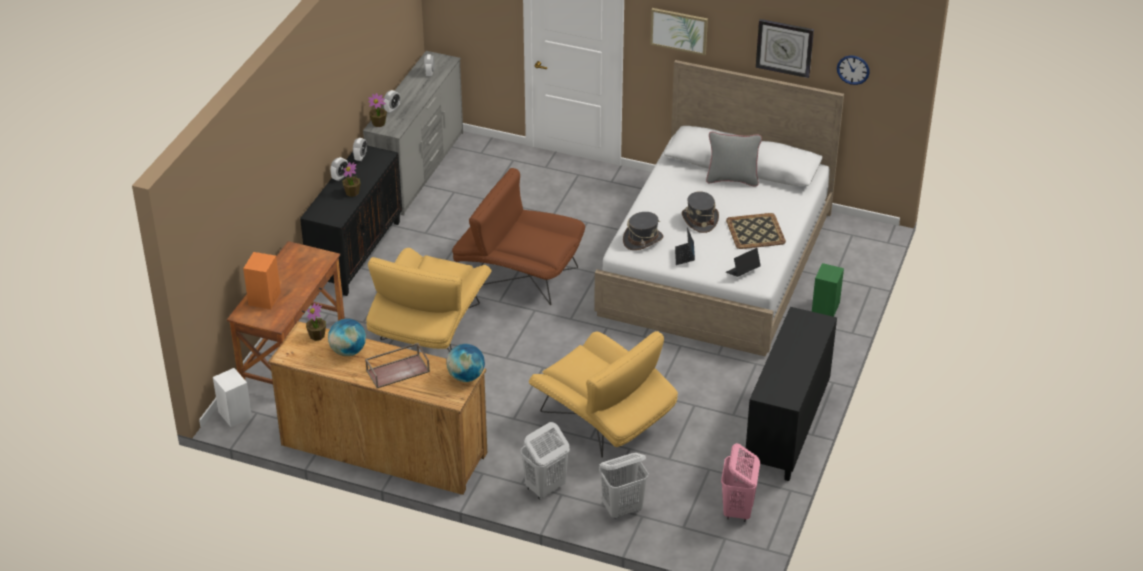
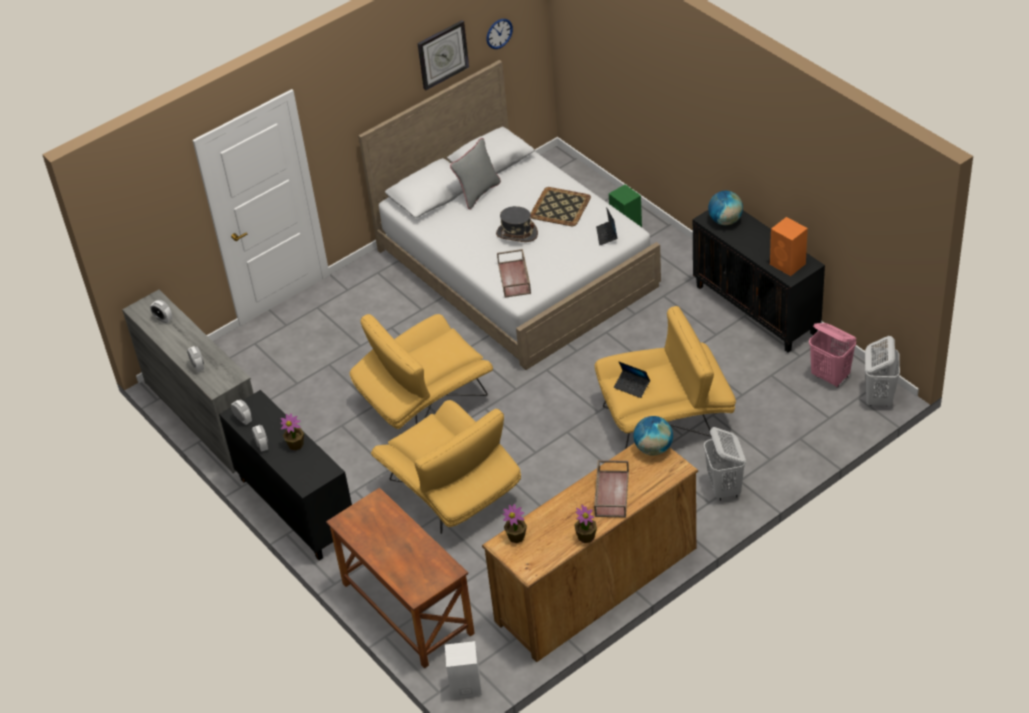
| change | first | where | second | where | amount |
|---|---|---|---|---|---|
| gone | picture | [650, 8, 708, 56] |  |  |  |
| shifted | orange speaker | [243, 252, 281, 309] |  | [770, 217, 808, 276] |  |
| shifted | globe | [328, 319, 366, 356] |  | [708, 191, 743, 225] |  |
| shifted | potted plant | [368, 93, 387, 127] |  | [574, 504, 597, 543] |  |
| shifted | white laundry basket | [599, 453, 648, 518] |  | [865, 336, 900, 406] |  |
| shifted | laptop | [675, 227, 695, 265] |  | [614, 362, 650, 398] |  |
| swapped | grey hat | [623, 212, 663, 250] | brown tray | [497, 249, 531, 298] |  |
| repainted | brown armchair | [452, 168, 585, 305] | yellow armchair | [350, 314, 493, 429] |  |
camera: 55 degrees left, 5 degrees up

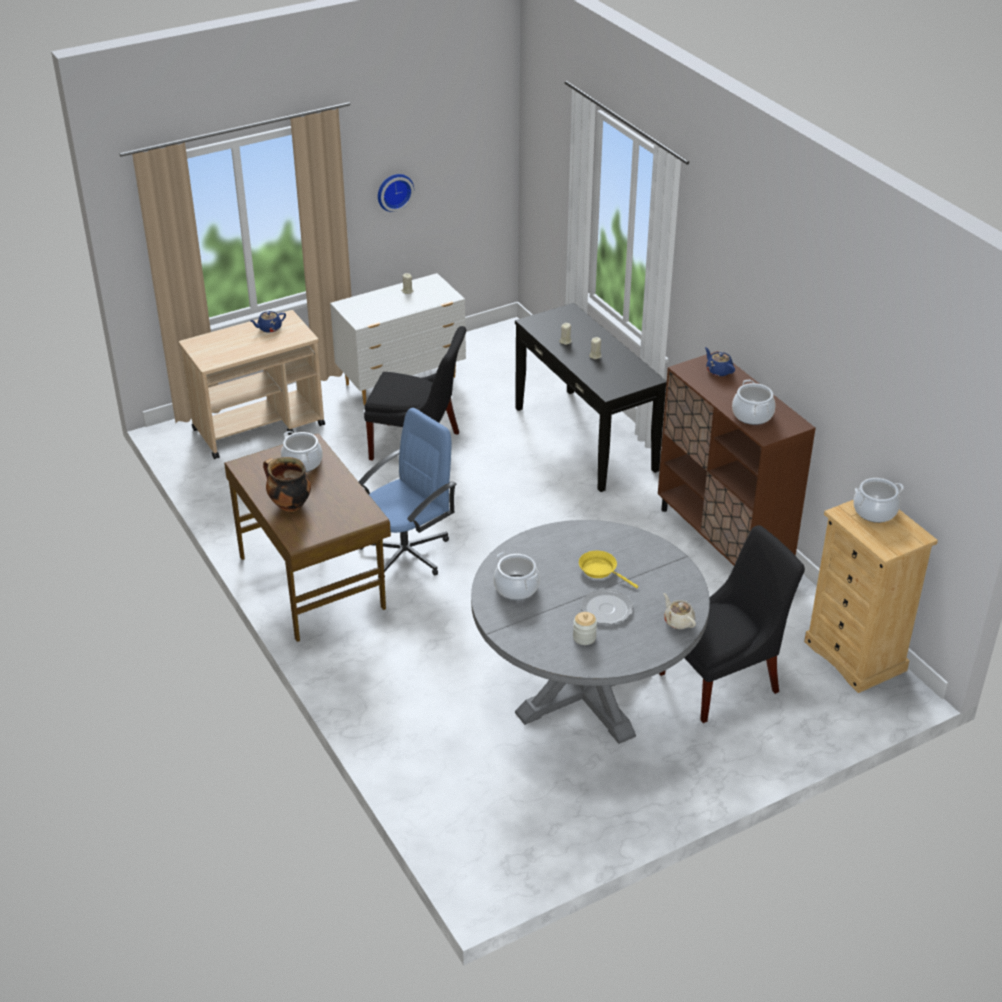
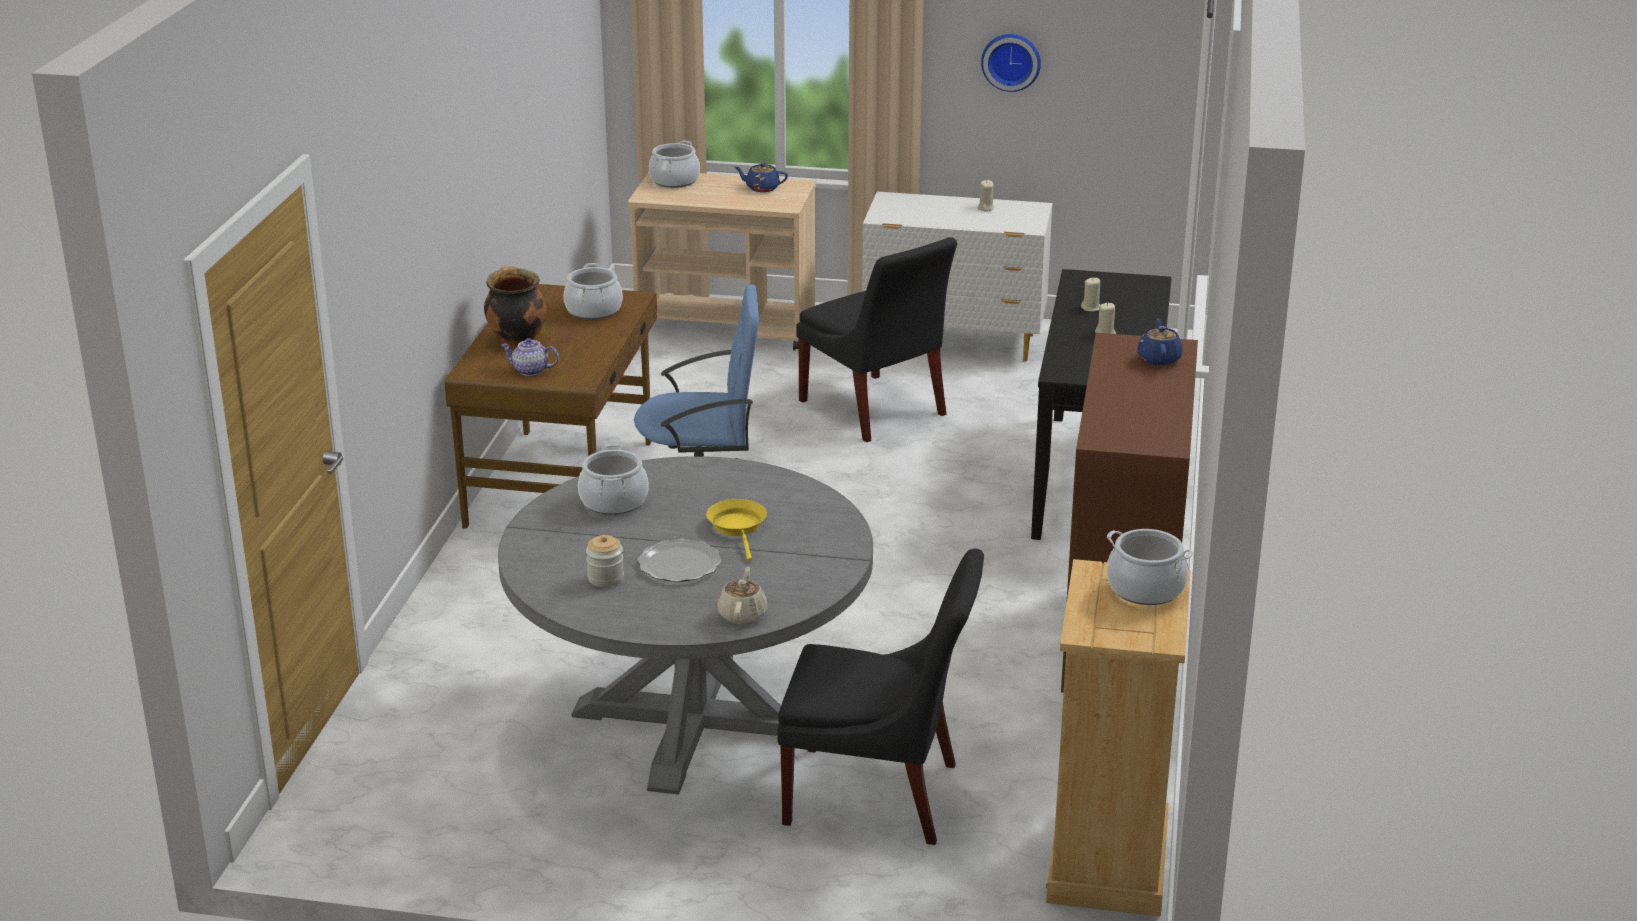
| change | first | where | second | where | amount |
|---|---|---|---|---|---|
| new |  |  | teapot | [501, 338, 559, 376] |  |
| shifted | cooking pot | [732, 380, 776, 425] |  | [649, 141, 700, 188] |  |
camera: 40 degrees right, 10 degrees down

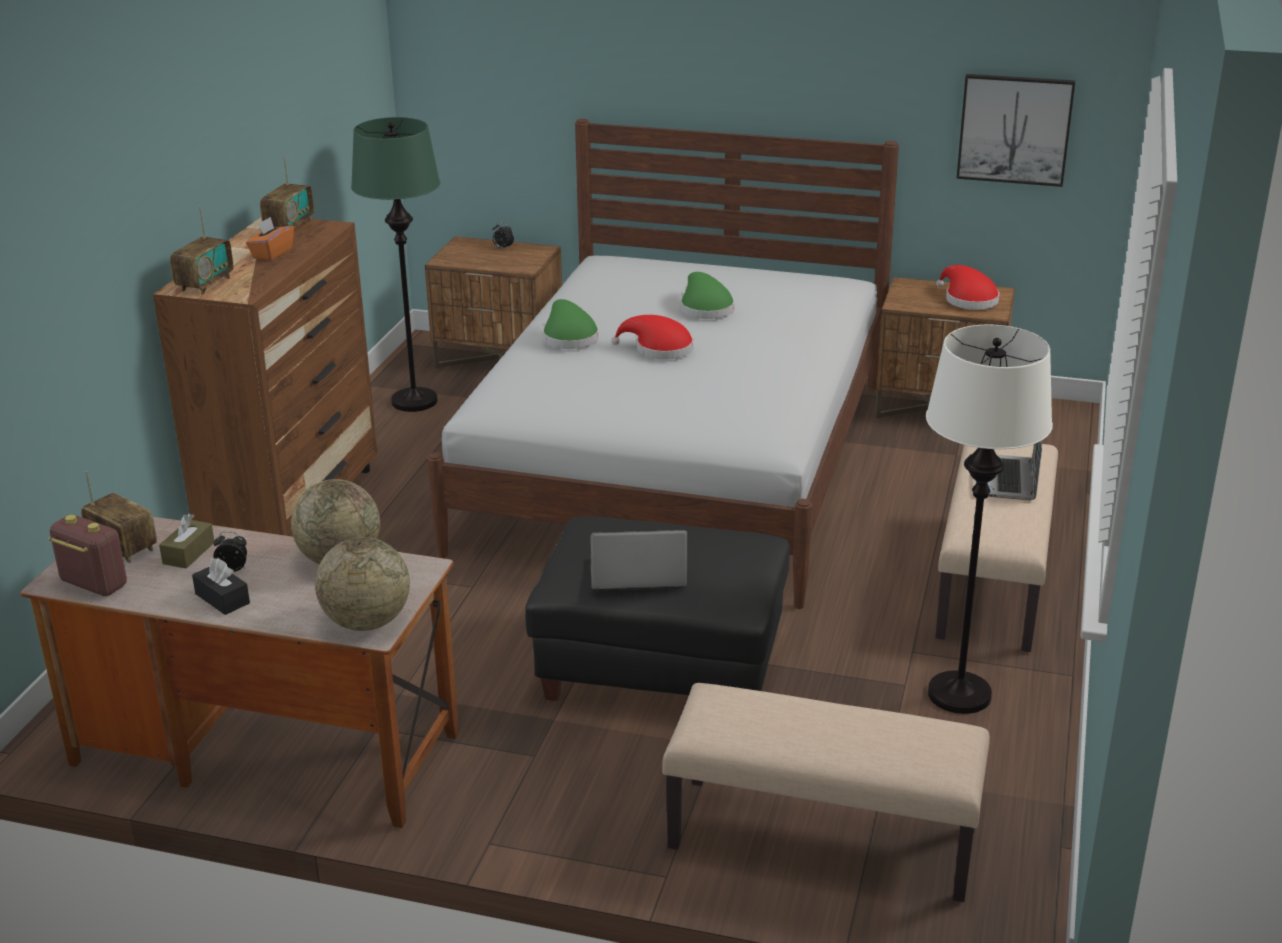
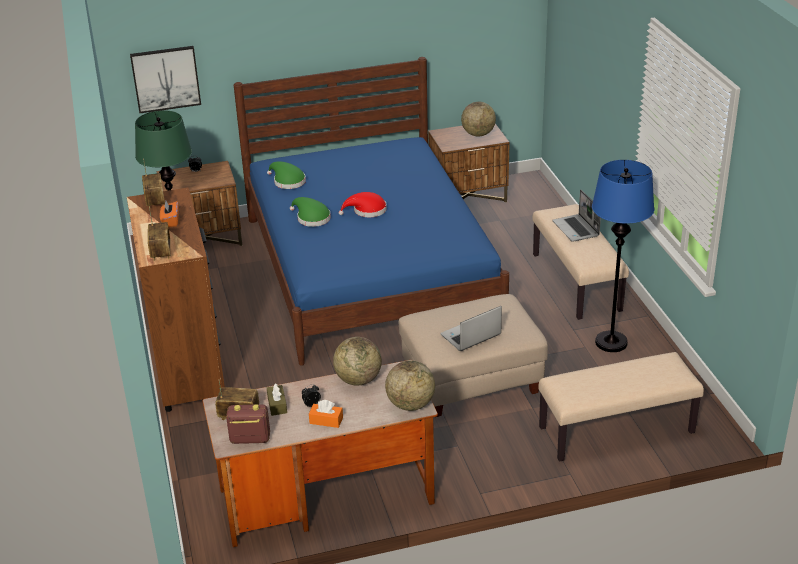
| change | first | where | second | where | amount |
|---|---|---|---|---|---|
| shifted | green hat | [681, 272, 734, 319] |  | [267, 161, 306, 189] |  |
| shifted | picture | [956, 74, 1076, 187] |  | [130, 46, 201, 113] |  |
| swapped | red hat | [936, 265, 1000, 310] | globe | [461, 102, 496, 136] |  |
| repainted | black tissue box | [192, 558, 250, 615] | orange tissue box | [309, 400, 343, 428] |  |
| repainted | white bed | [427, 119, 899, 609] | blue bed | [234, 57, 509, 366] |  |
| repainted | black ottoman | [525, 516, 790, 701] | beige ottoman | [399, 294, 548, 417] |  |
| repainted | white floor lamp | [926, 324, 1053, 714] | blue floor lamp | [592, 160, 654, 352] |  |
camera: 30 degrees left, 5 degrees up

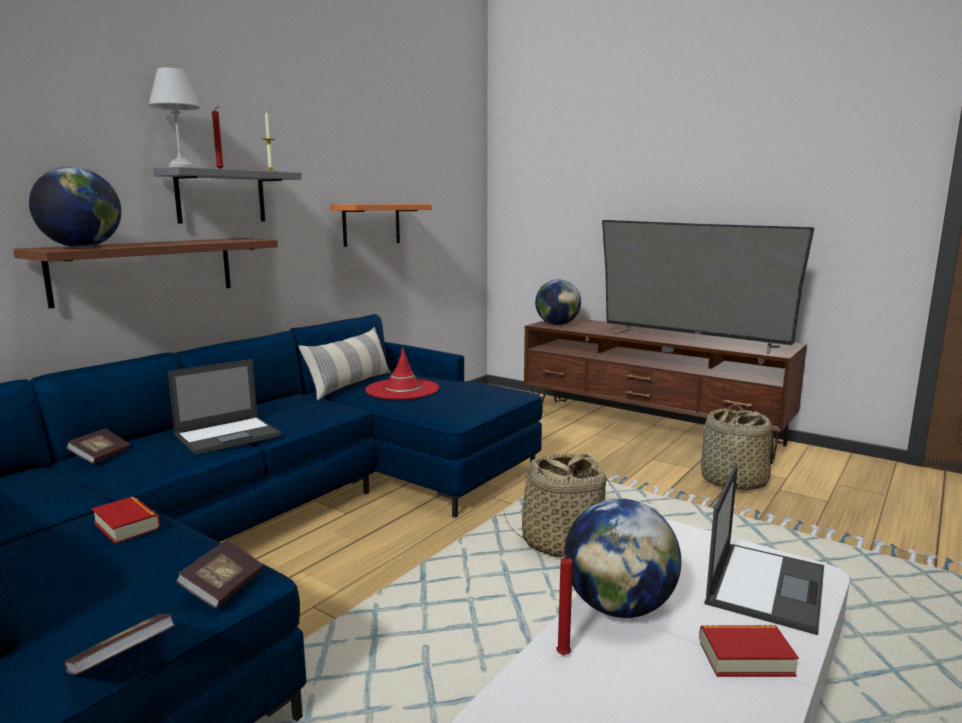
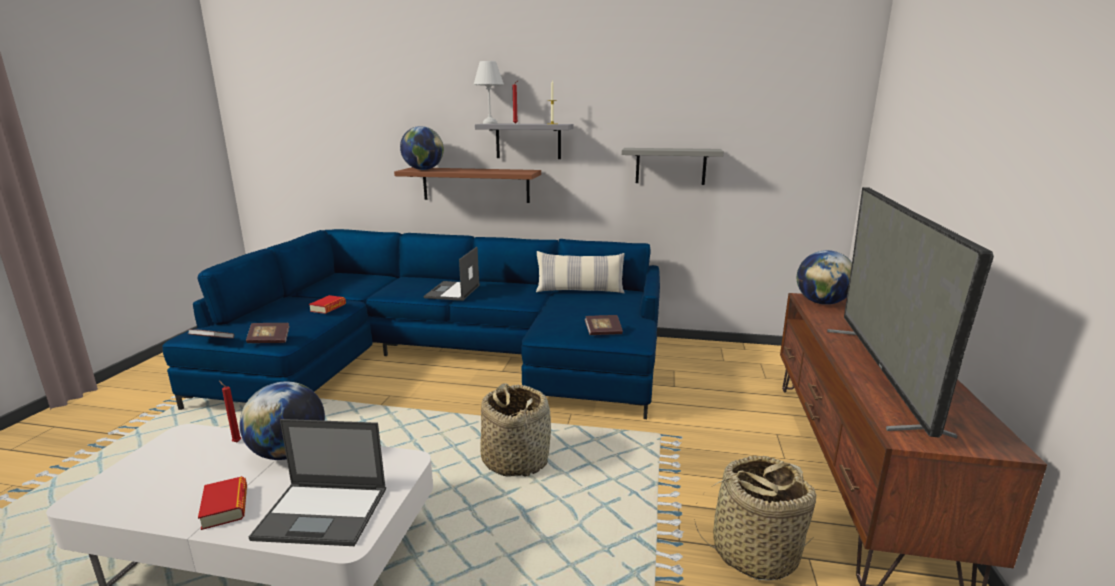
| change | first | where | second | where | amount |
|---|---|---|---|---|---|
| gone | red hat | [366, 347, 439, 400] |  |  |  |
| shifted | book | [66, 429, 130, 464] |  | [584, 315, 623, 335] |  |
| repainted | orange shelf | [330, 204, 432, 247] | grey shelf | [622, 148, 724, 185] |  |
| rotated | laptop | [168, 359, 281, 455] |  | [423, 247, 480, 301] | 75 degrees clockwise |
camera: 65 degrees right, 5 degrees up

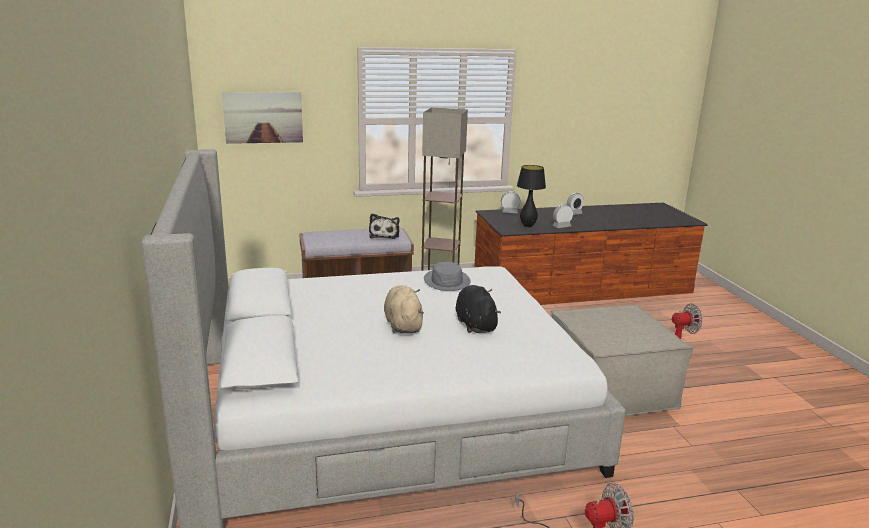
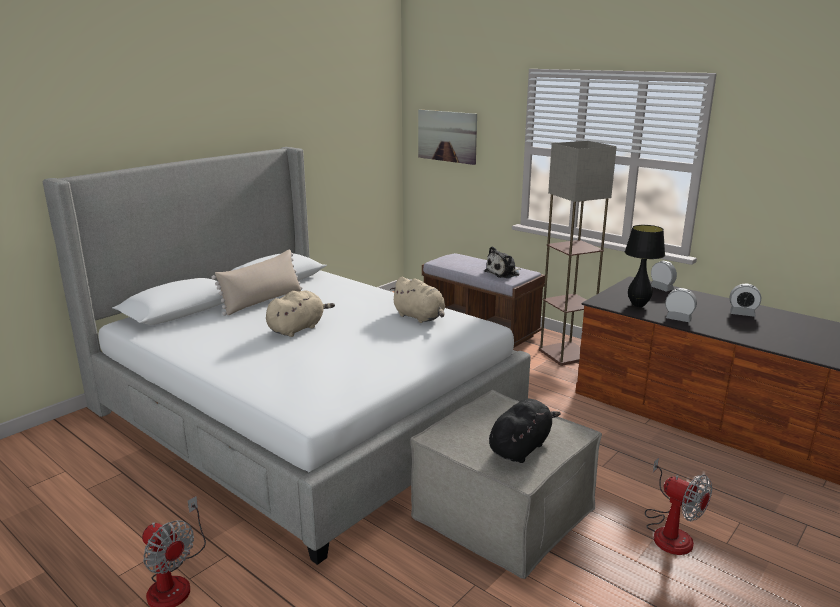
| change | first | where | second | where | amount |
|---|---|---|---|---|---|
| new |  |  | beige pillow | [212, 250, 303, 316] |  |
| shifted | black plush toy | [456, 285, 501, 333] |  | [489, 399, 561, 463] |  |
| swapped | grey hat | [424, 262, 470, 291] | beige plush toy | [390, 277, 446, 323] |  |
camera: 55 degrees right, 0 degrees up

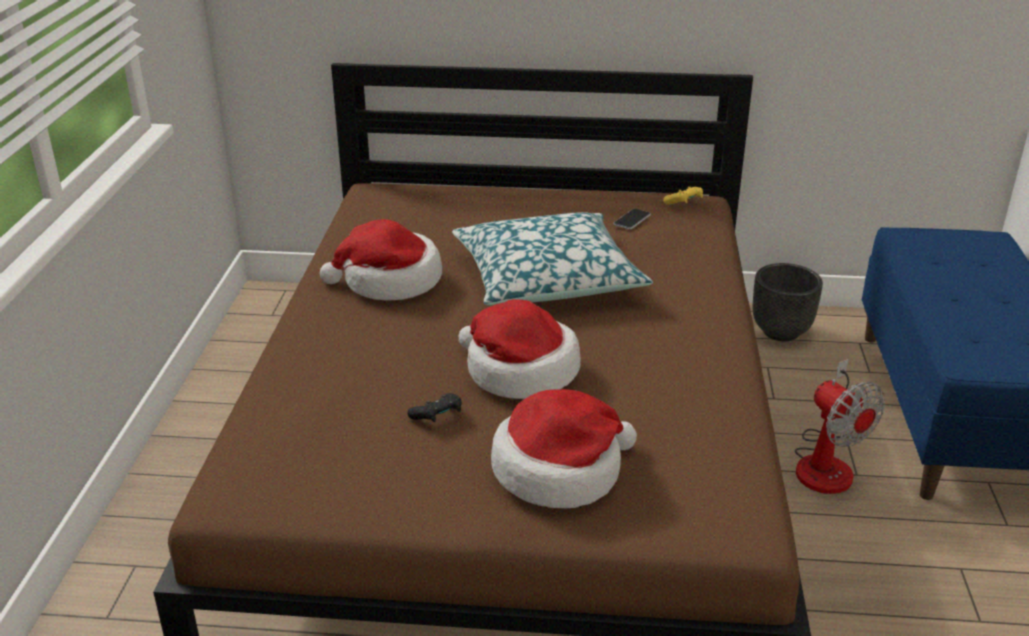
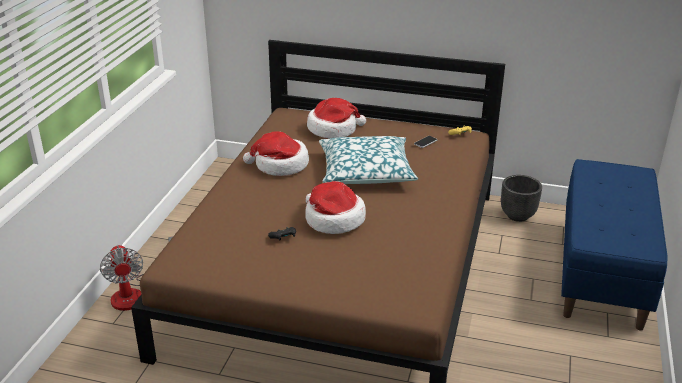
| change | first | where | second | where | amount |
|---|---|---|---|---|---|
| shifted | hat | [491, 389, 637, 508] |  | [307, 98, 366, 139] |  |
| shifted | fan | [795, 359, 885, 494] |  | [100, 236, 173, 311] |  |
camera: 10 degrees right, 0 degrees up

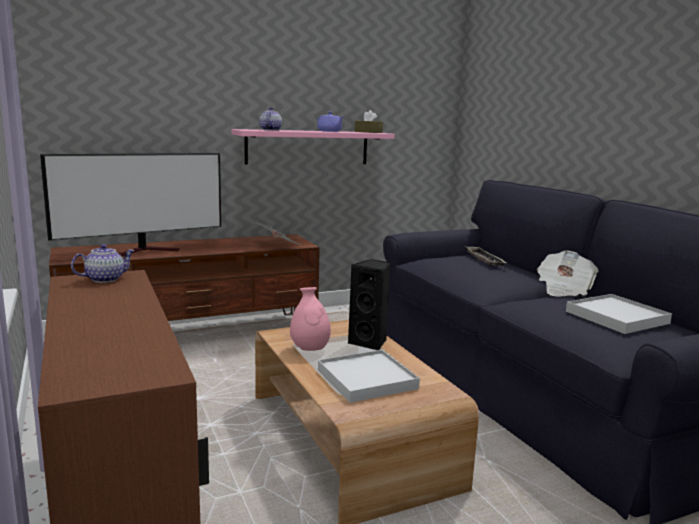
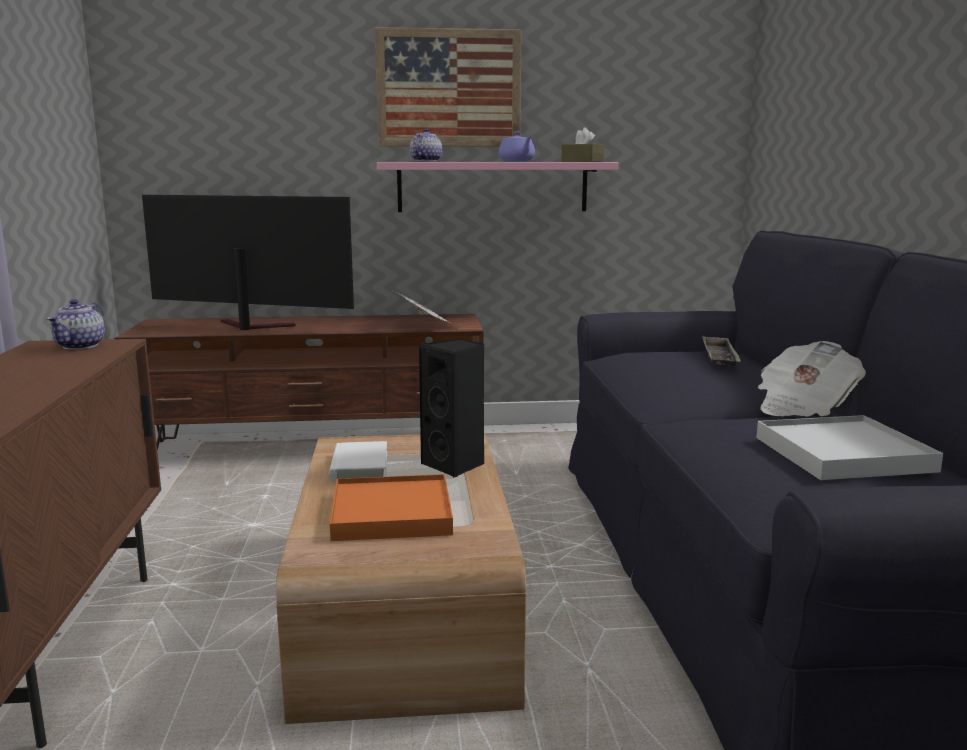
| change | first | where | second | where | amount |
|---|---|---|---|---|---|
| new |  |  | picture | [375, 27, 522, 147] |  |
| swapped | pink vase | [290, 287, 331, 351] | white book | [329, 441, 387, 481] |  |
| repainted | white tray | [318, 350, 420, 403] | orange tray | [330, 474, 453, 541] |  |
| rotated | television | [40, 153, 221, 256] |  | [142, 195, 354, 330] | 150 degrees counterclockwise |
| rotated | teapot | [71, 244, 135, 283] |  | [47, 299, 105, 349] | 120 degrees clockwise |
camera: 20 degrees right, 0 degrees up

